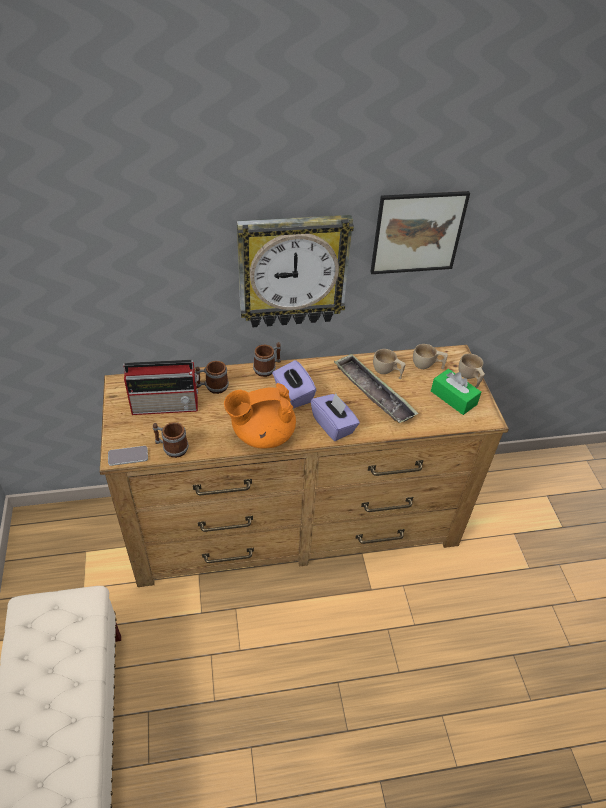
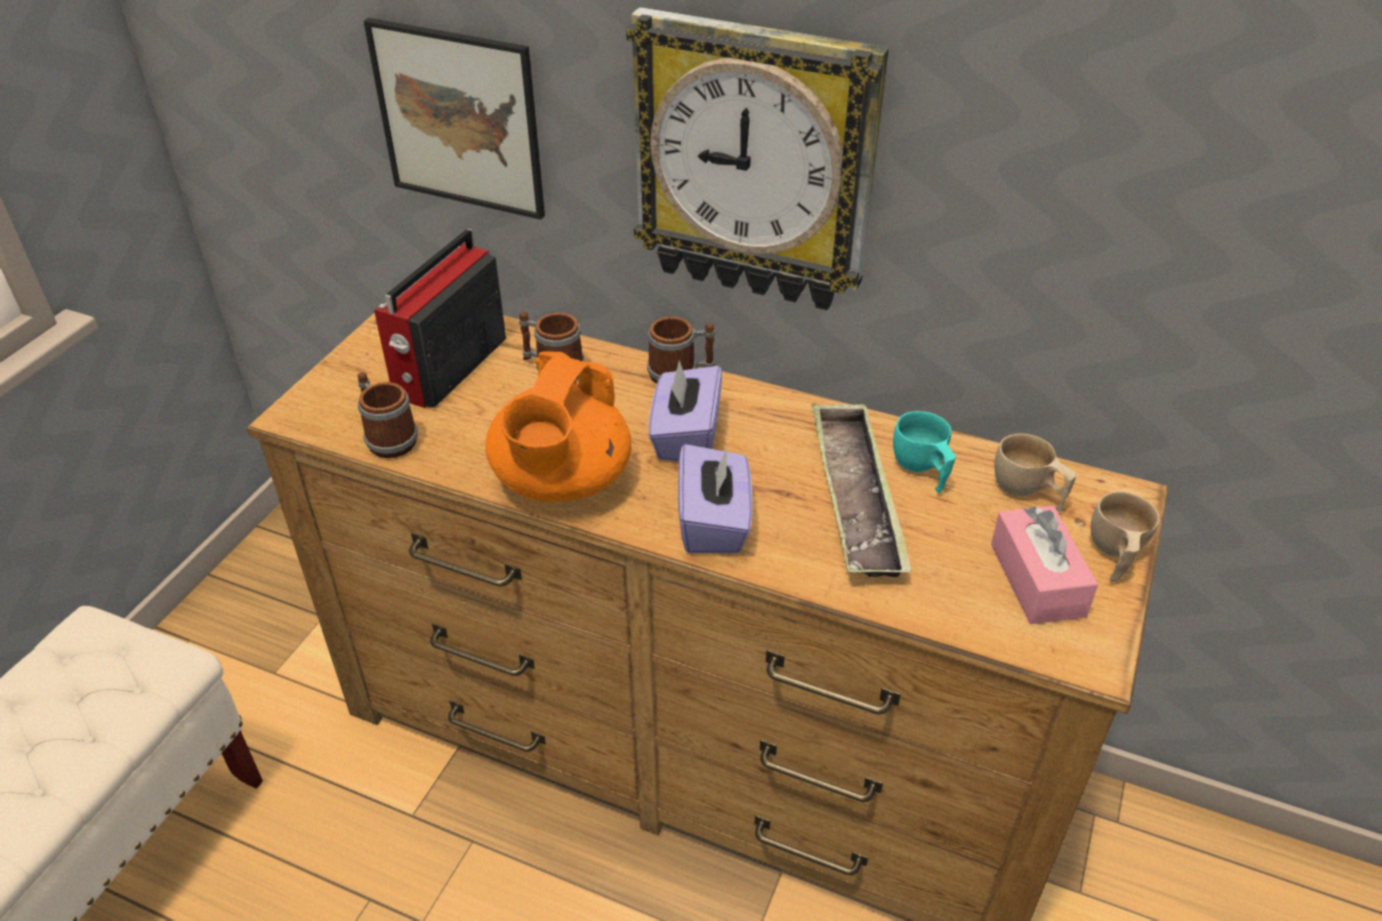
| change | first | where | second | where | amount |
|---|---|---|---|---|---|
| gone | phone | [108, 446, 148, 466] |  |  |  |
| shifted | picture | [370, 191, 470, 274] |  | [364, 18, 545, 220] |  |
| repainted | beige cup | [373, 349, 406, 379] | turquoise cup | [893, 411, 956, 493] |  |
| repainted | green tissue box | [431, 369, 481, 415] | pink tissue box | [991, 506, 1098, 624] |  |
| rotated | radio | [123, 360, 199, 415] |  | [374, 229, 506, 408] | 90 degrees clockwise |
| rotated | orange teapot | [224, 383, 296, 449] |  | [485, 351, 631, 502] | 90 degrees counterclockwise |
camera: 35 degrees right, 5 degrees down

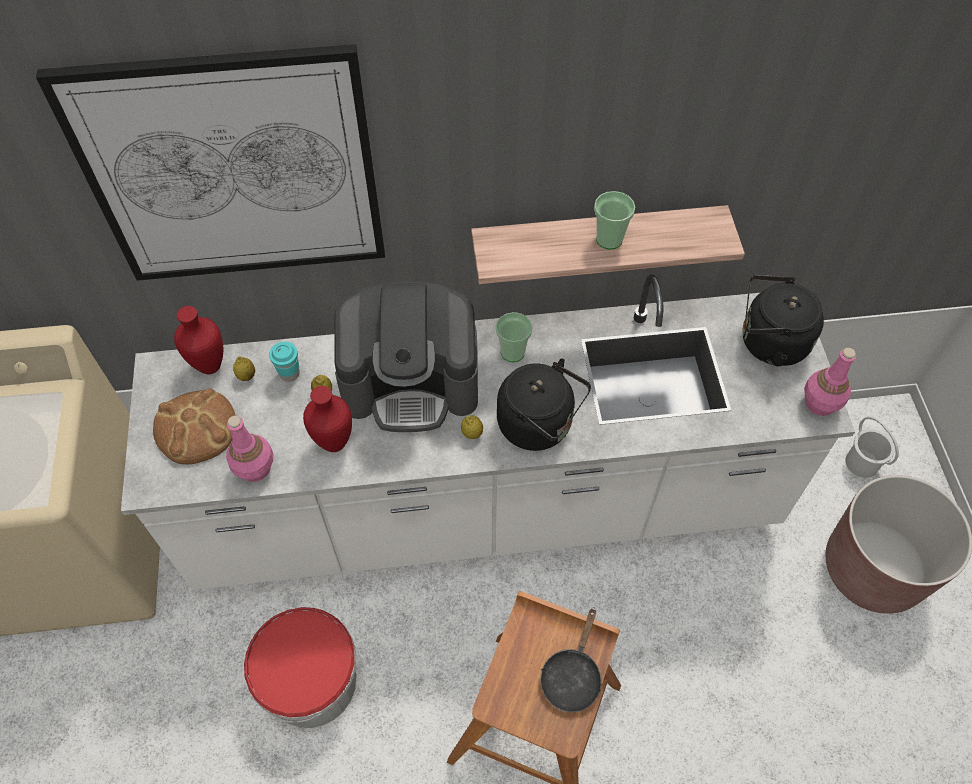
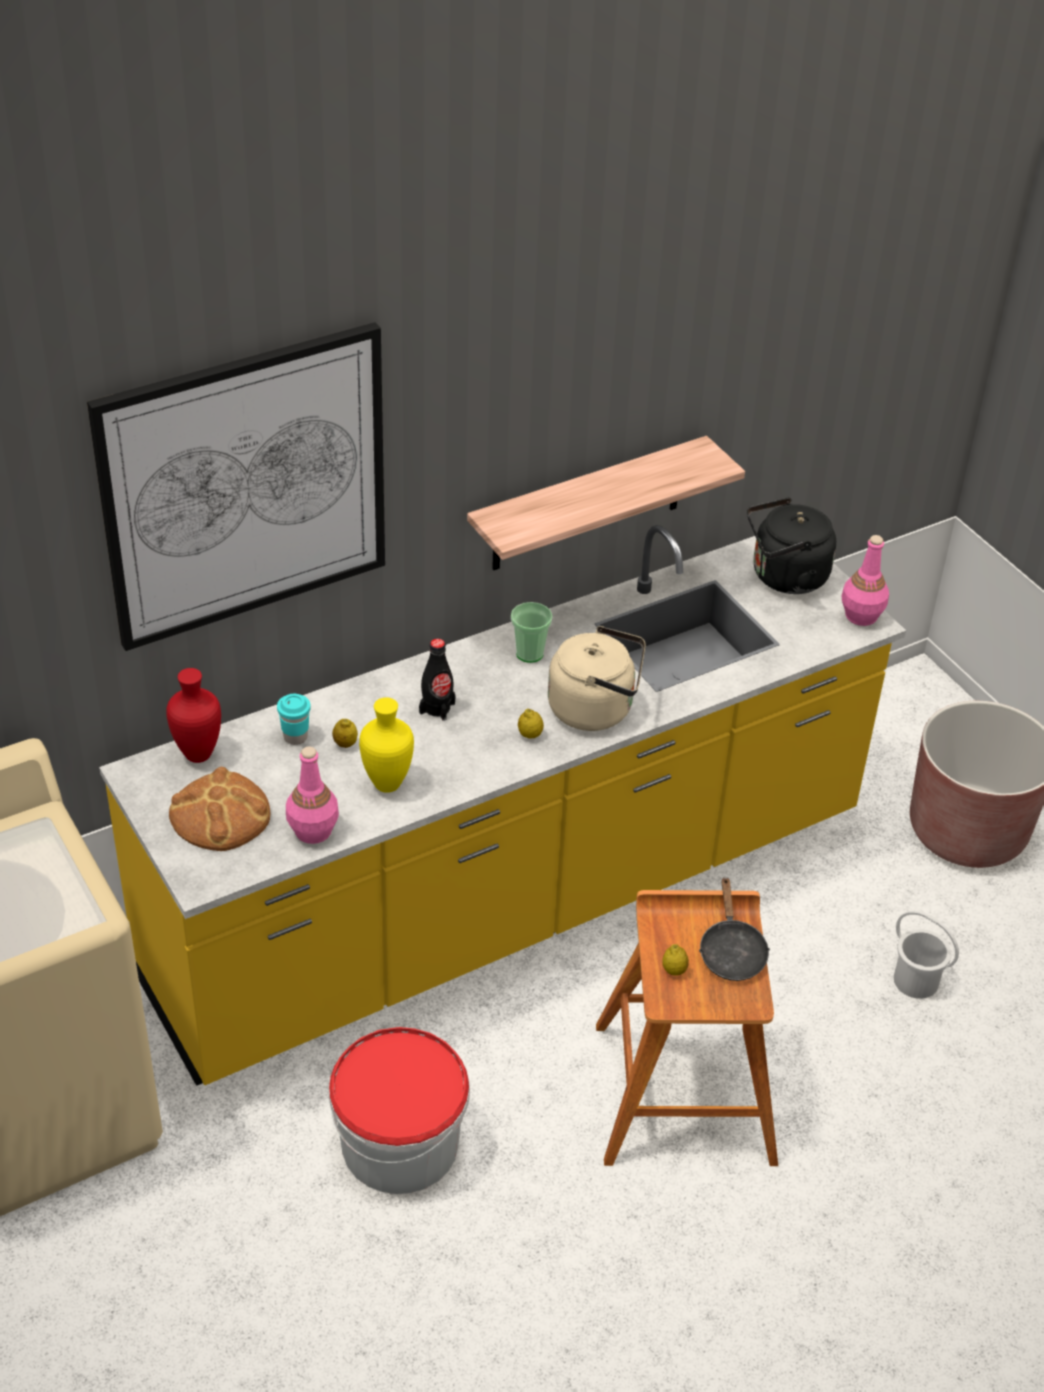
| change | first | where | second | where | amount |
|---|---|---|---|---|---|
| gone | cup | [594, 191, 635, 249] |  |  |  |
| shifted | lemon | [233, 356, 255, 381] |  | [662, 944, 689, 976] |  |
| shifted | white bucket | [846, 417, 899, 478] |  | [894, 911, 959, 999] |  |
| swapped | coffee machine | [334, 282, 478, 432] | black bottle | [419, 638, 456, 721] |  |
| repainted | white counter | [121, 274, 855, 590] | yellow counter | [99, 525, 906, 1086] |  |
| repainted | red vase | [303, 386, 352, 452] | yellow vase | [359, 697, 414, 793] |  |
| repainted | black kettle | [497, 358, 591, 451] | beige kettle | [548, 626, 646, 731] |  |
camera: 25 degrees left, 15 degrees down

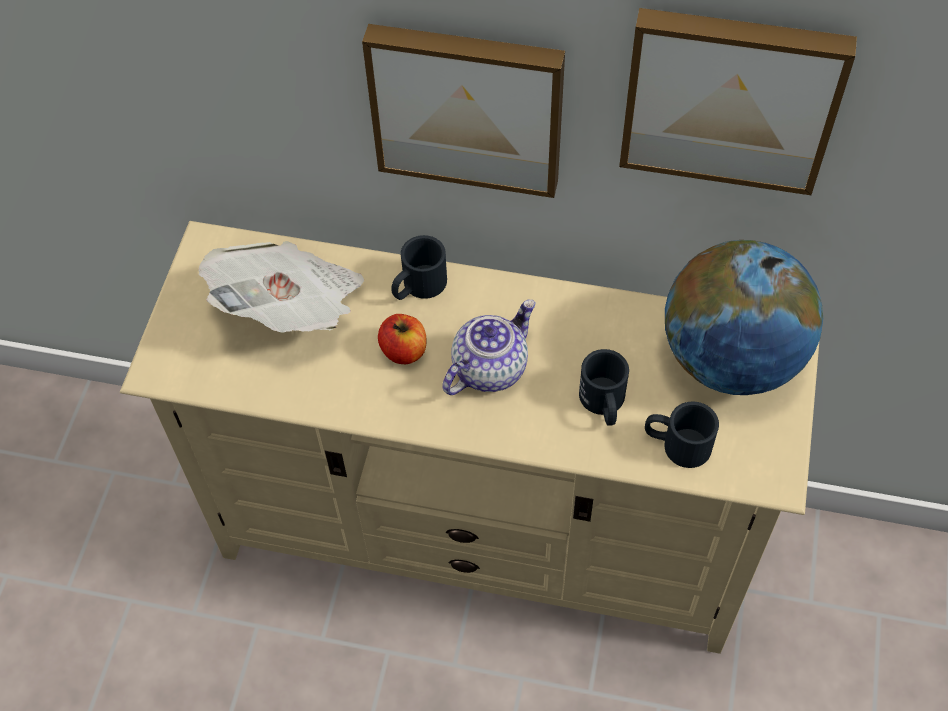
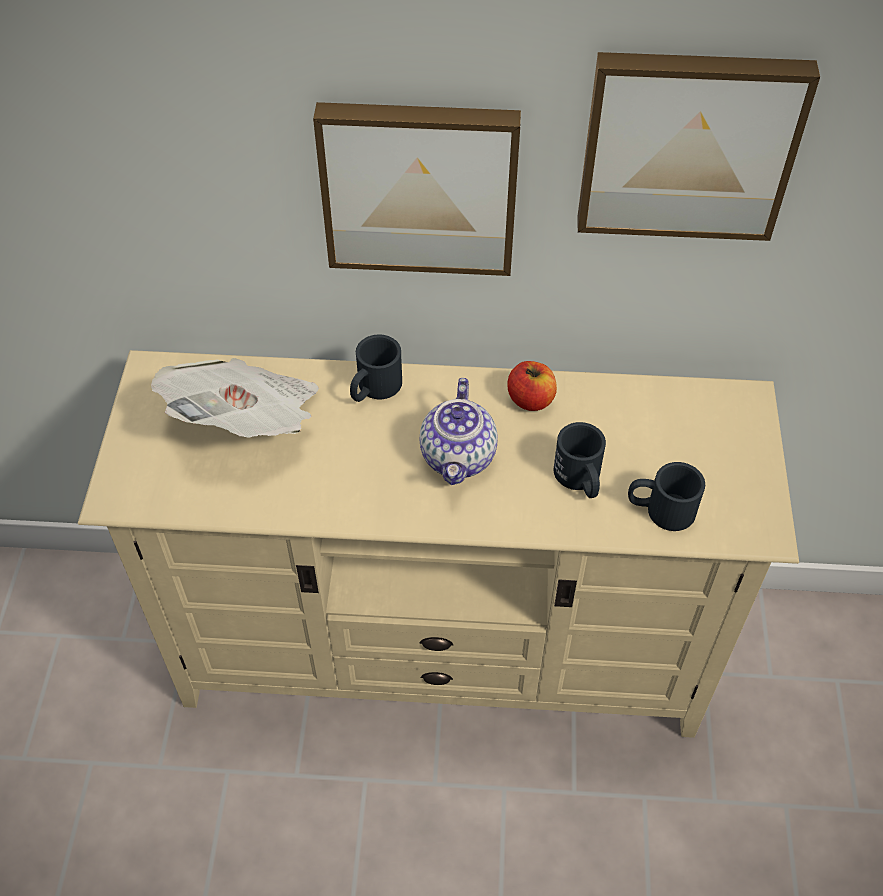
| change | first | where | second | where | amount |
|---|---|---|---|---|---|
| gone | globe | [665, 240, 823, 395] |  |  |  |
| shifted | apple | [378, 314, 427, 364] |  | [507, 361, 557, 411] |  |
| rotated | teapot | [442, 300, 536, 395] |  | [420, 378, 498, 485] | 150 degrees clockwise |
camera: 10 degrees left, 5 degrees down

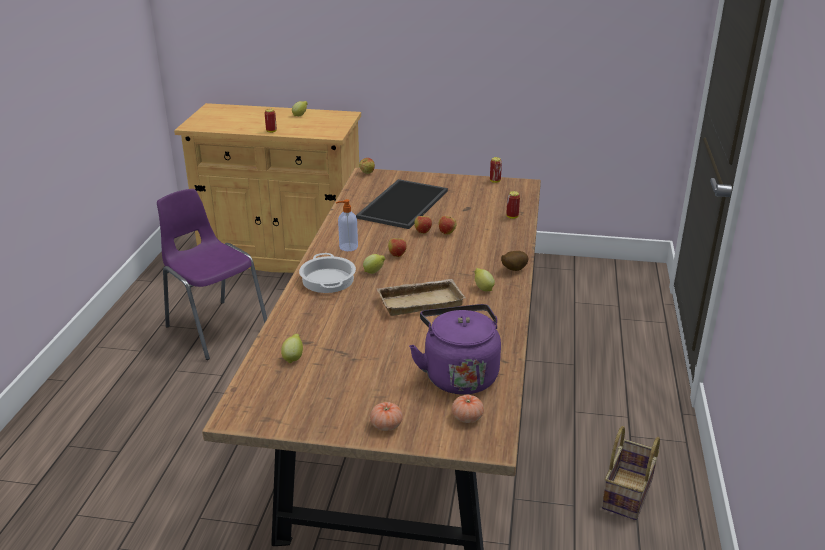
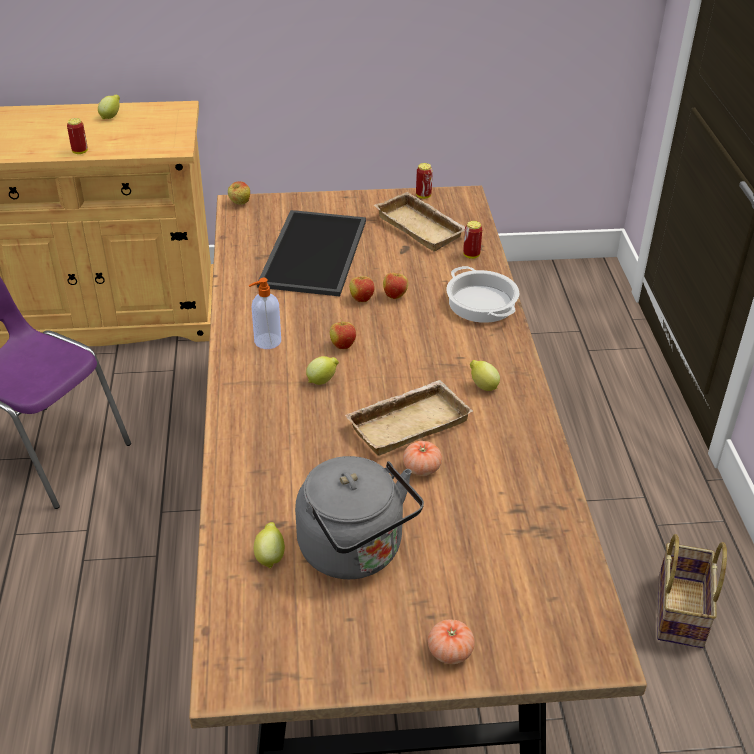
| change | first | where | second | where | amount |
|---|---|---|---|---|---|
| gone | purple kettle | [409, 304, 501, 395] |  |  |  |
| gone | potato | [501, 251, 529, 271] |  |  |  |
| new |  |  | grey kettle | [295, 456, 424, 579] |  |
| new |  |  | beige tray | [374, 192, 465, 252] |  |
| shifted | cooking pot | [299, 253, 356, 293] |  | [446, 266, 519, 323] |  |
| shifted | tomato | [452, 395, 484, 423] |  | [403, 441, 442, 476] |  |
camera: 15 degrees left, 10 degrees up

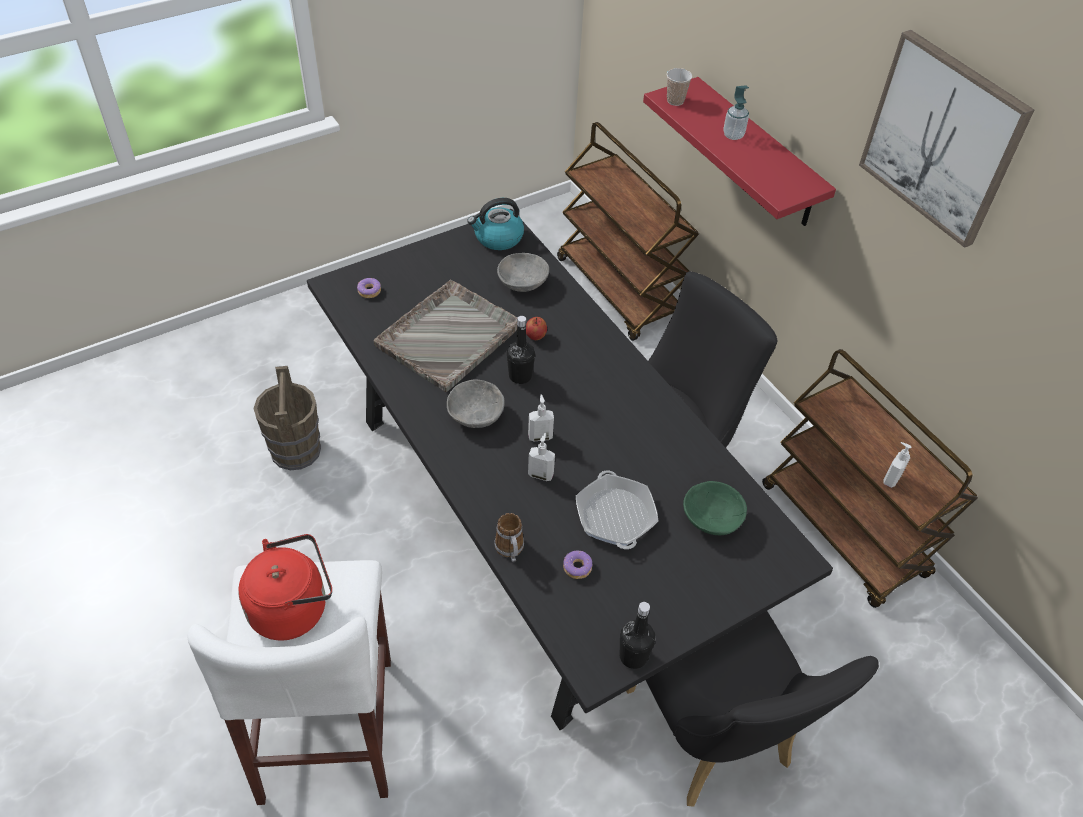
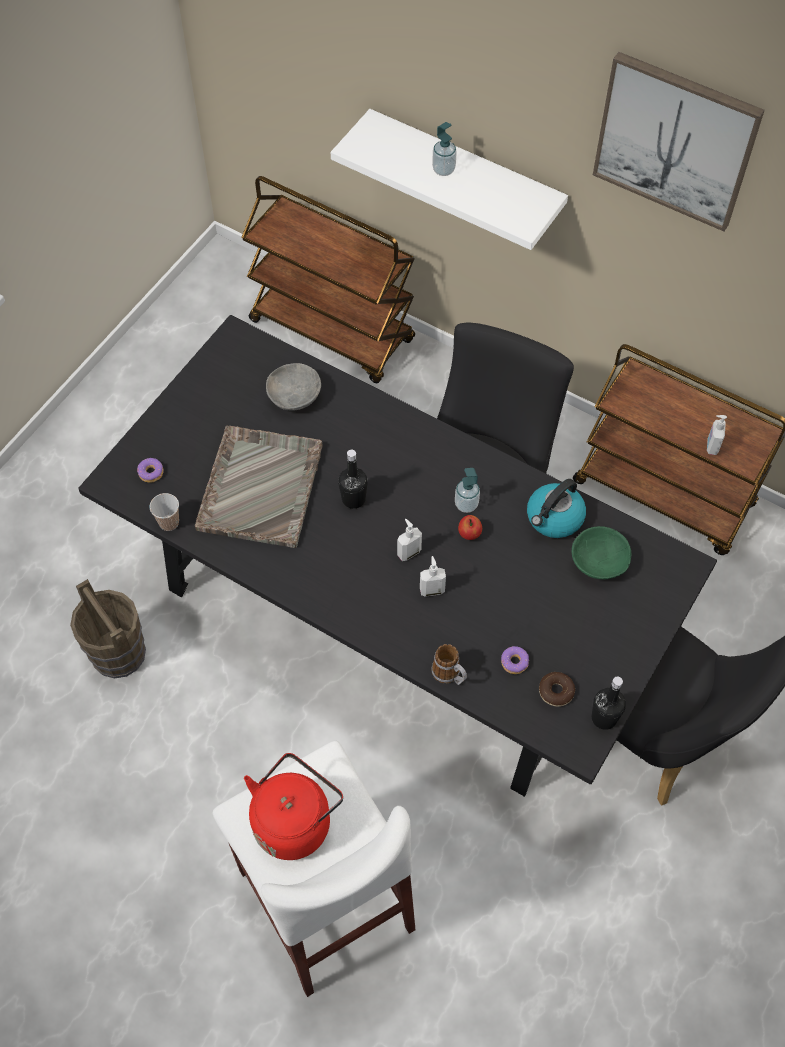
| change | first | where | second | where | amount |
|---|---|---|---|---|---|
| gone | grey bowl | [447, 380, 505, 428] |  |  |  |
| gone | frying pan | [576, 471, 659, 549] |  |  |  |
| new |  |  | soap dispenser | [455, 468, 480, 513] |  |
| new |  |  | donut | [539, 672, 575, 707] |  |
| shifted | kettle | [467, 198, 524, 250] |  | [527, 479, 586, 538] |  |
| shifted | apple | [526, 317, 547, 340] |  | [458, 515, 482, 540] |  |
| shifted | cup | [667, 68, 692, 106] |  | [150, 493, 179, 531] |  |
| repainted | red shelf | [643, 77, 836, 226] | white shelf | [331, 109, 568, 250] |  |
camera: 25 degrees left, 10 degrees up

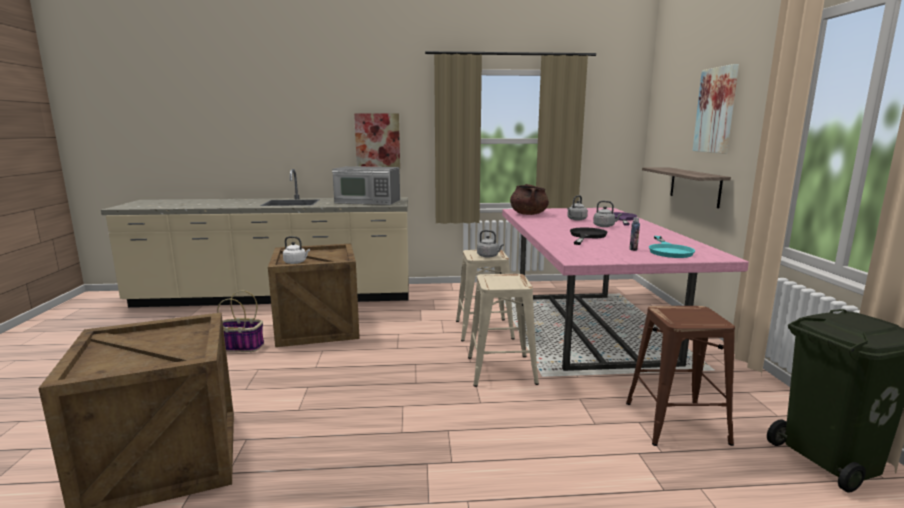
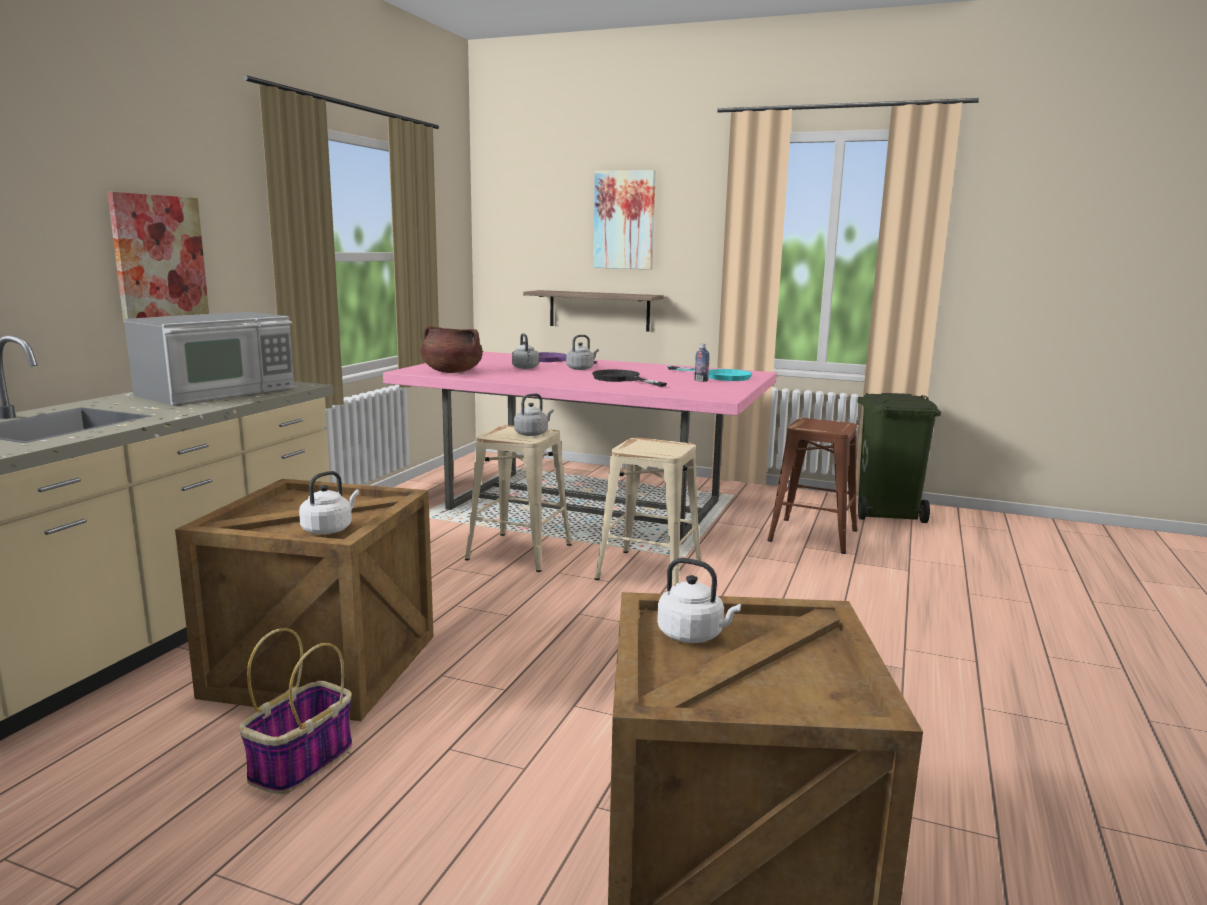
| change | first | where | second | where | amount |
|---|---|---|---|---|---|
| new |  |  | white kettle | [657, 558, 741, 643] |  |
camera: 65 degrees left, 0 degrees up

